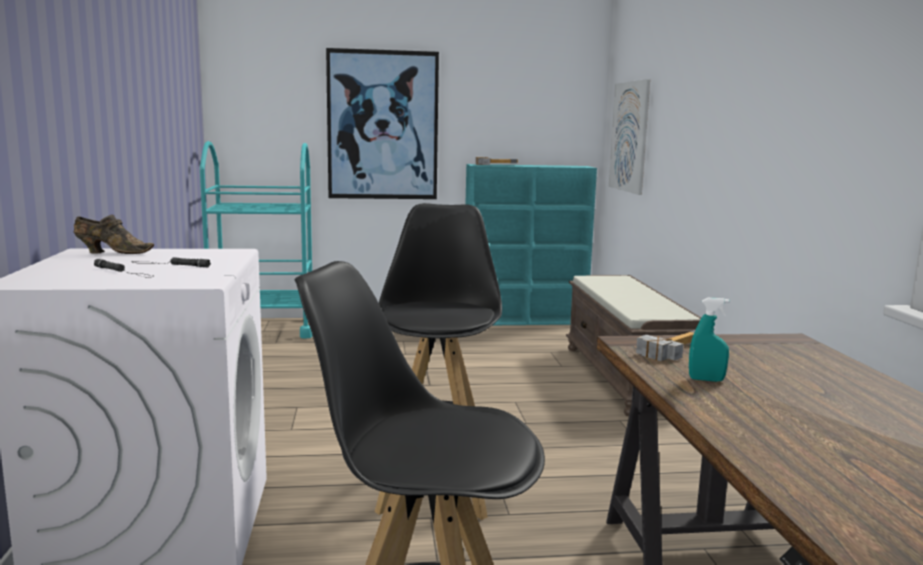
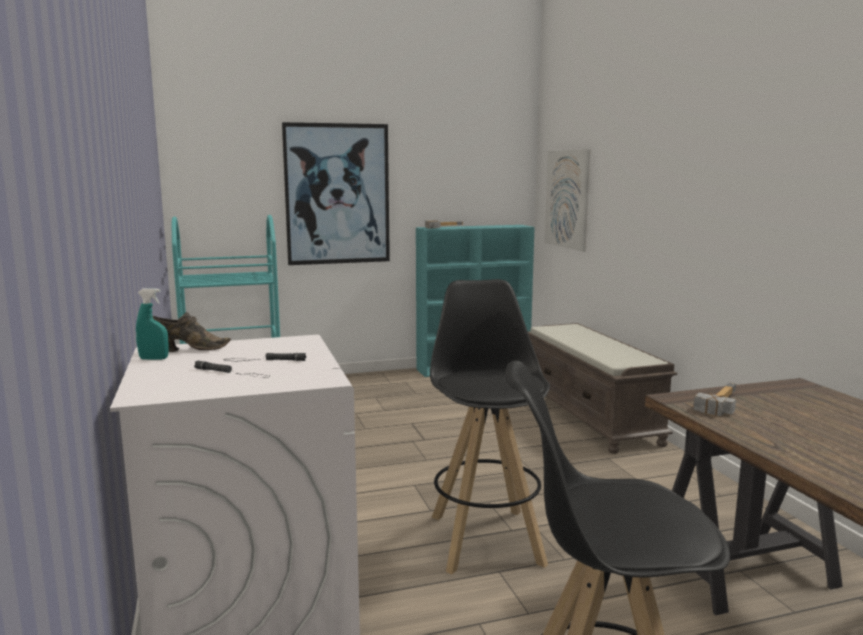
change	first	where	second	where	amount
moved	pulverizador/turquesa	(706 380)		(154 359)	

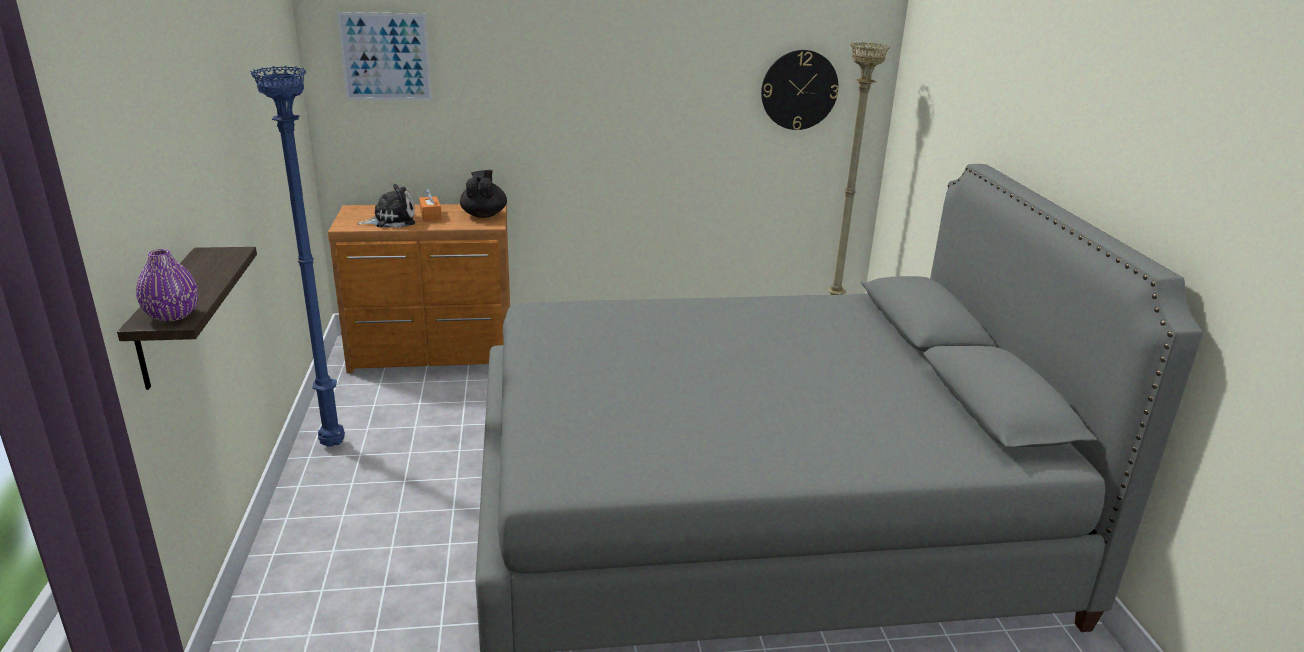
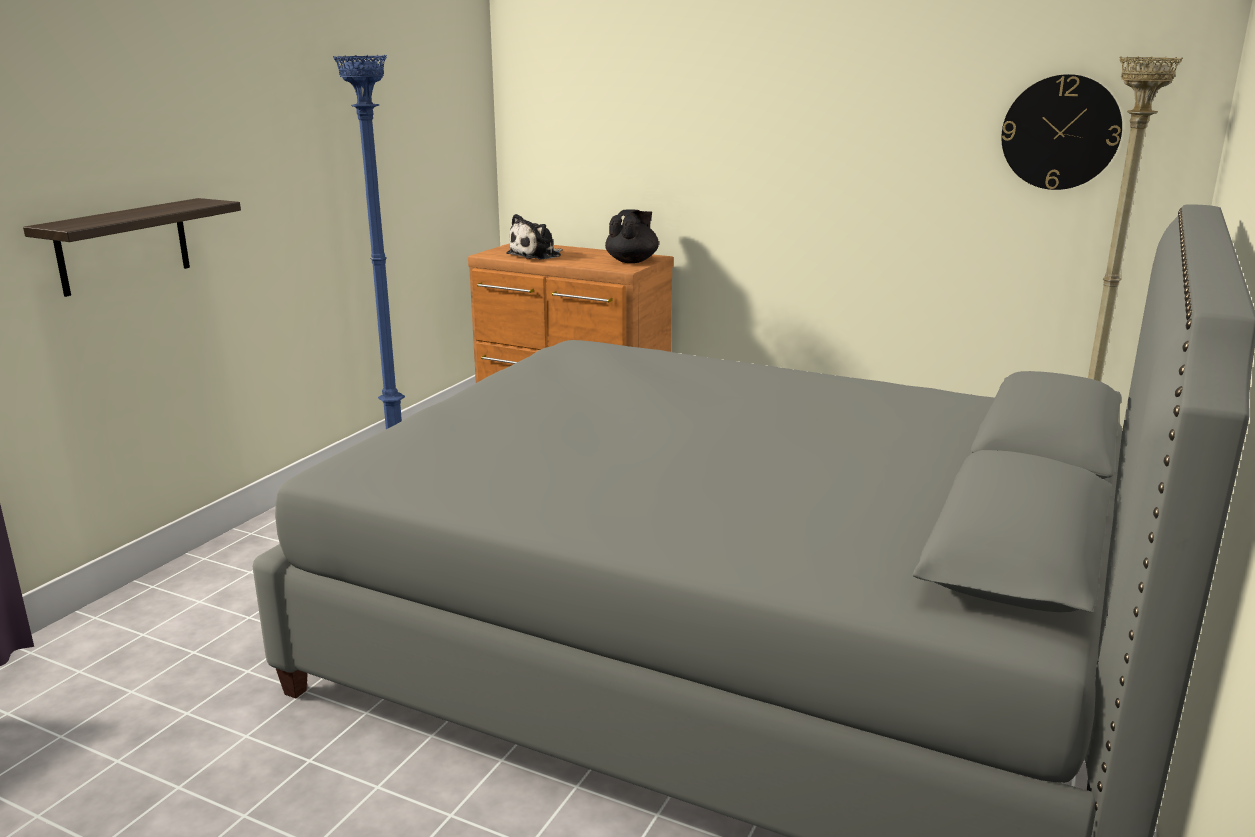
change	first	where	second	where	amount
removed	cuadro	(385 57)			
turned	peluche	(391 220)		(537 255)	120 degrees clockwise
removed	caja de pañuelos/naranja	(430 215)			
removed	florero/morado	(172 315)			

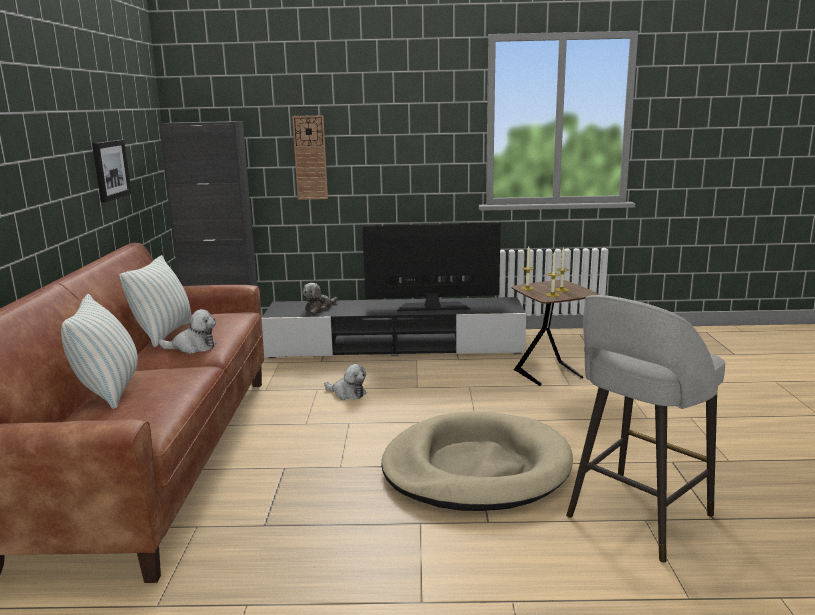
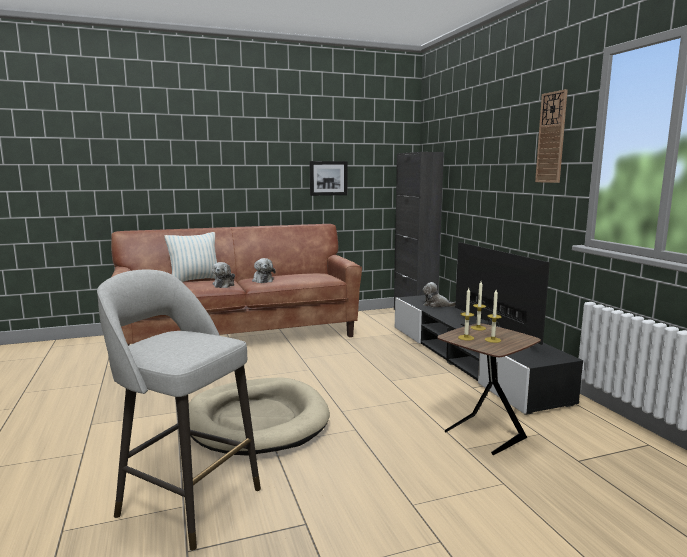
change	first	where	second	where	amount
moved	reloj de pared	(310 158)		(551 137)	
removed	cojín	(164 333)			
moved	peluche	(347 393)		(224 285)	

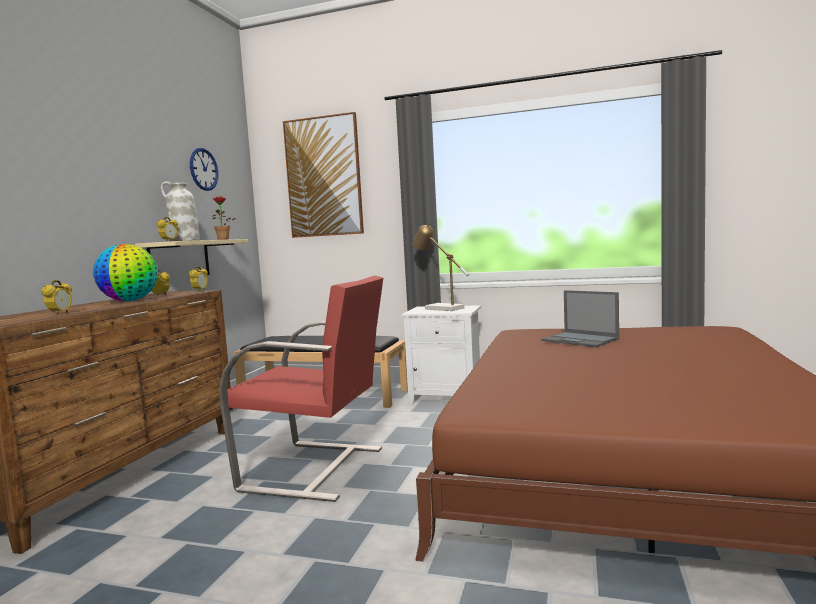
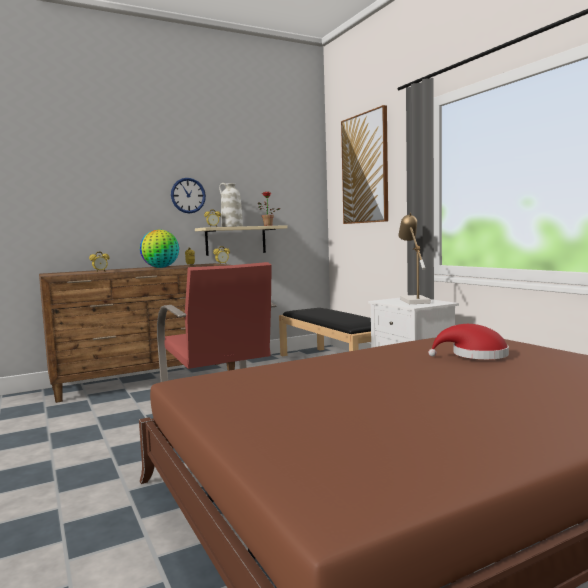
change	first	where	second	where	amount
moved	reloj de pared	(203 169)		(188 195)	
replaced	portátil	(580 340)	sombrero/rojo	(475 355)	

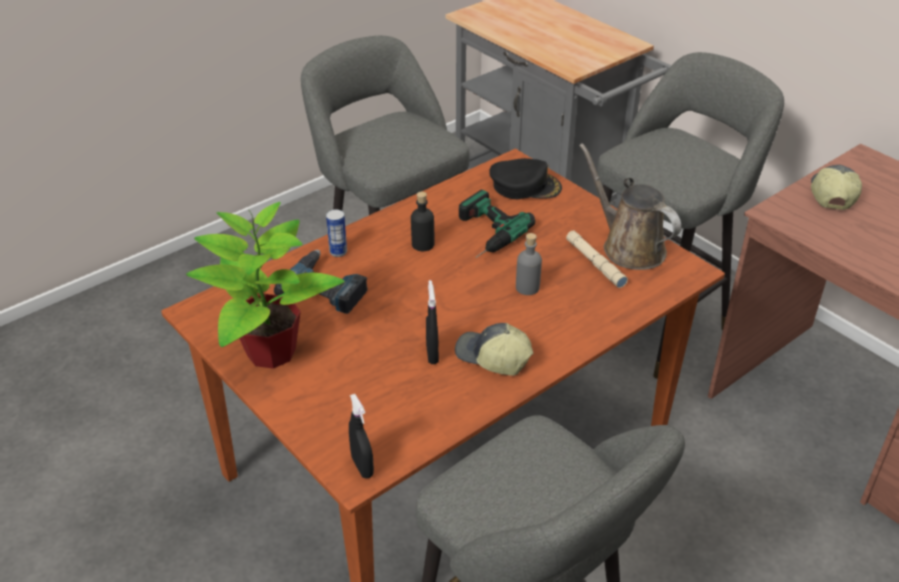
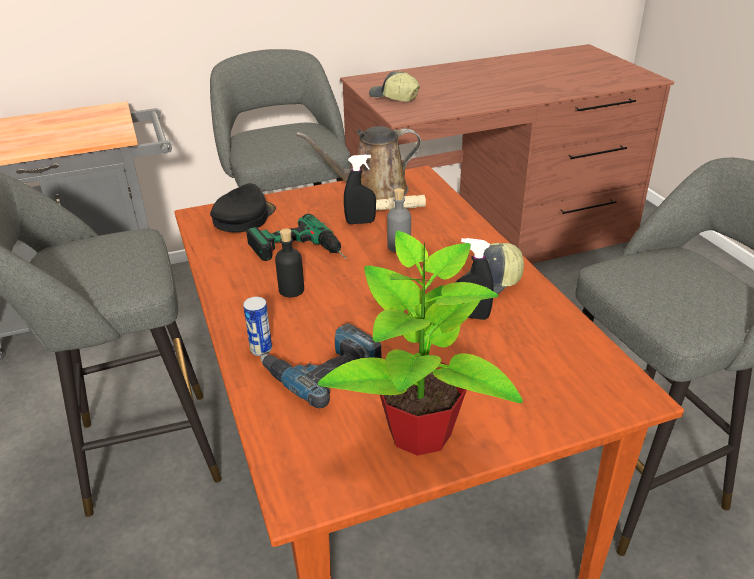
change	first	where	second	where	amount
moved	pulverizador/negro	(362 467)		(360 222)	

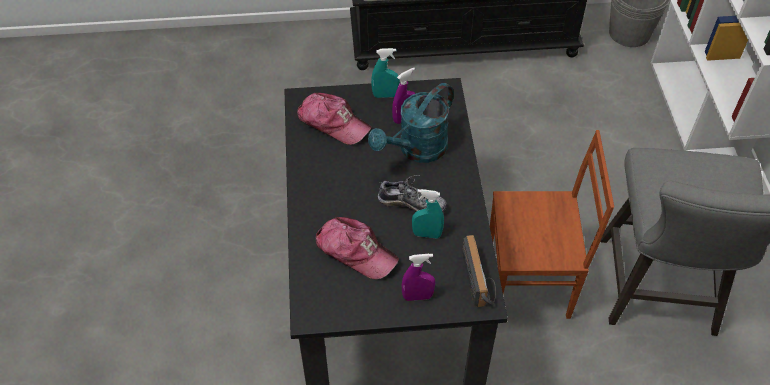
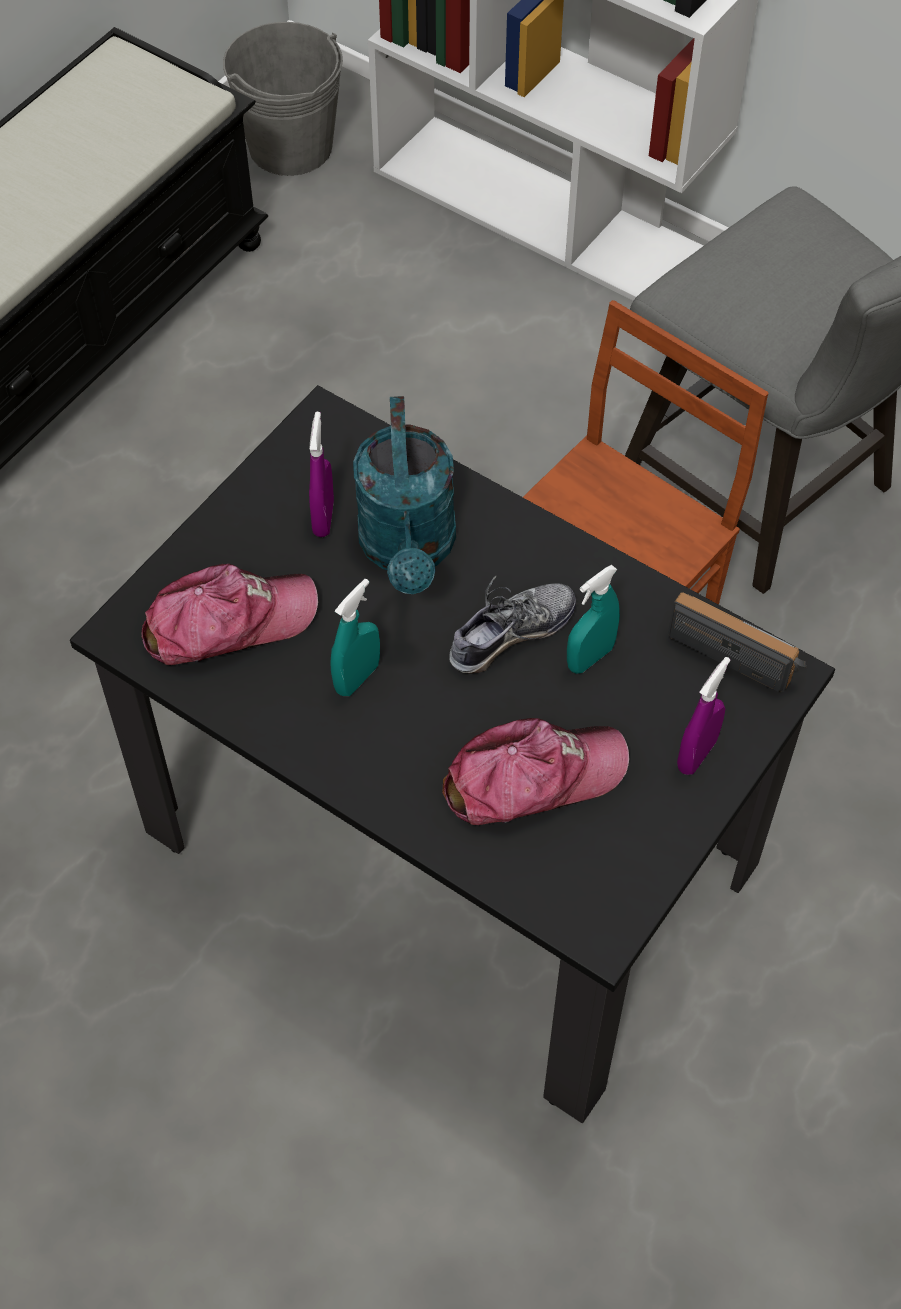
change	first	where	second	where	amount
moved	pulverizador/turquesa	(385 95)		(357 678)	

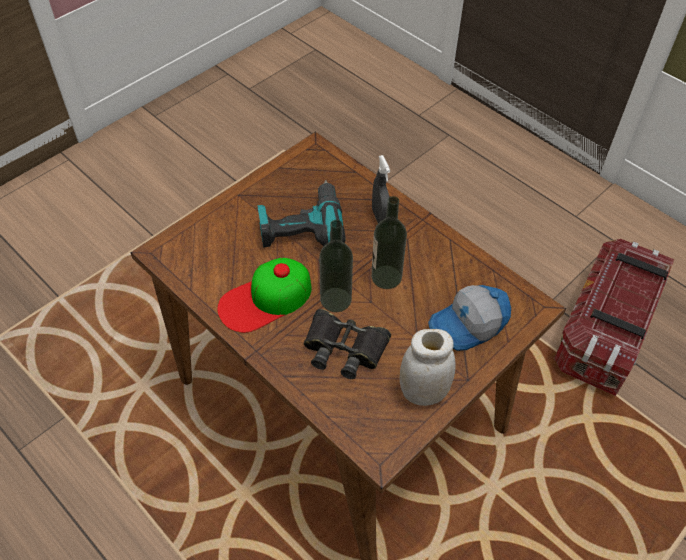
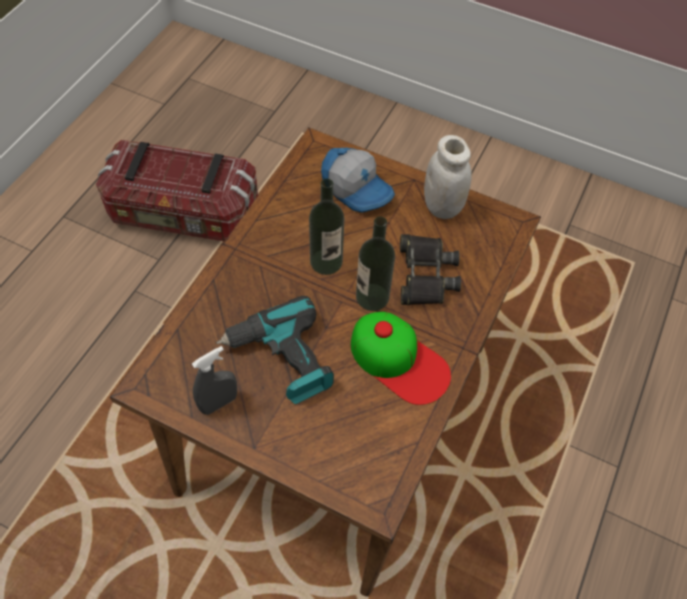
change	first	where	second	where	amount
moved	pulverizador/gris	(380 218)		(219 403)	

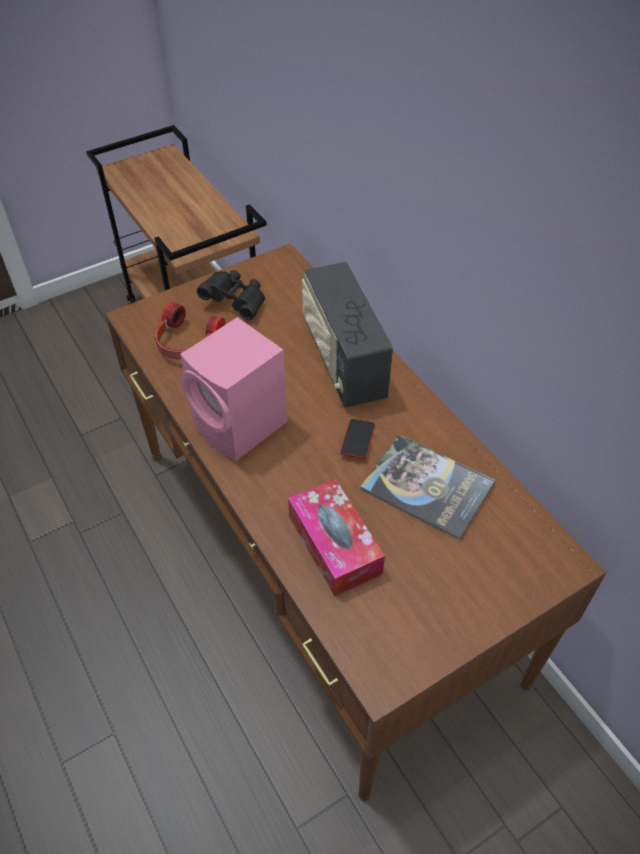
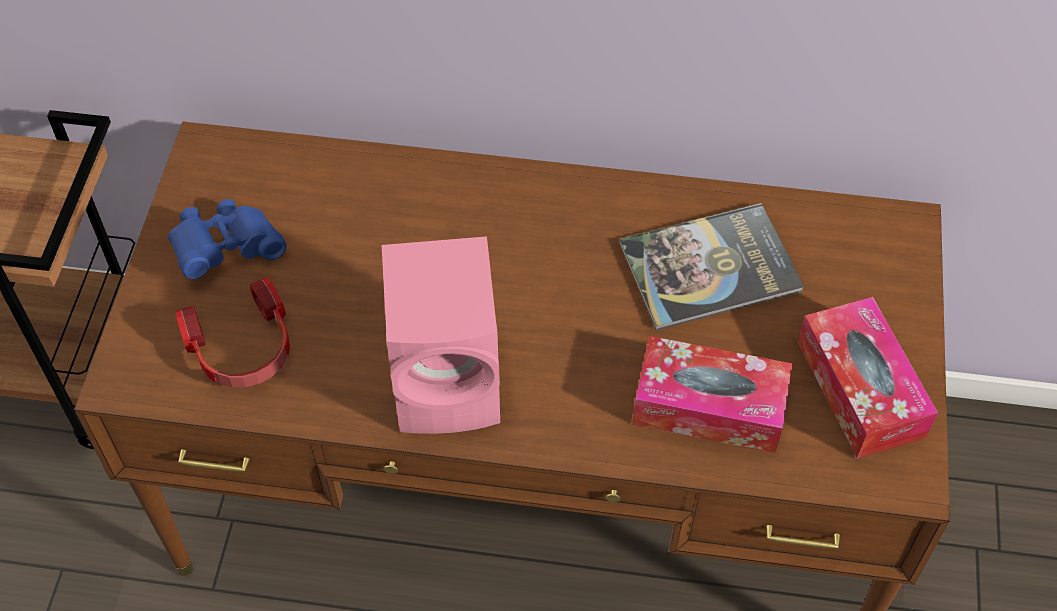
change	first	where	second	where	amount
removed	radio	(342 361)			
recoloured	prismáticos/negro	(236 302)	prismáticos/azul	(227 249)	
removed	móvil	(357 441)			
added			caja de pañuelos	(860 389)	

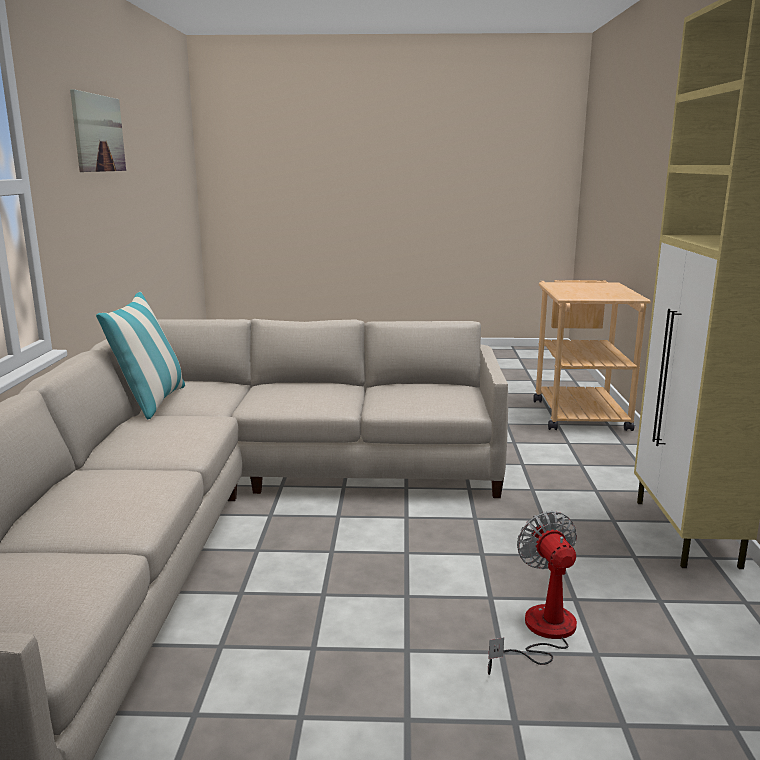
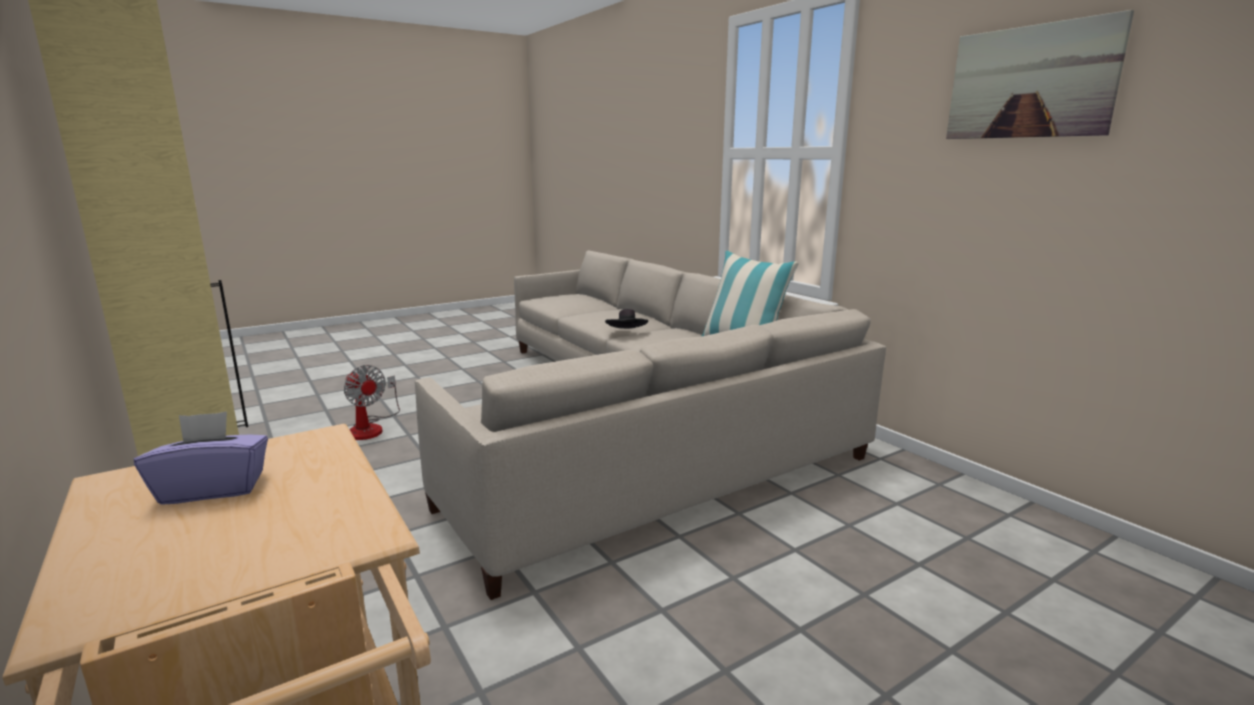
change	first	where	second	where	amount
added			sombrero/negro	(627 333)	
added			caja de pañuelos/morado	(213 488)	

